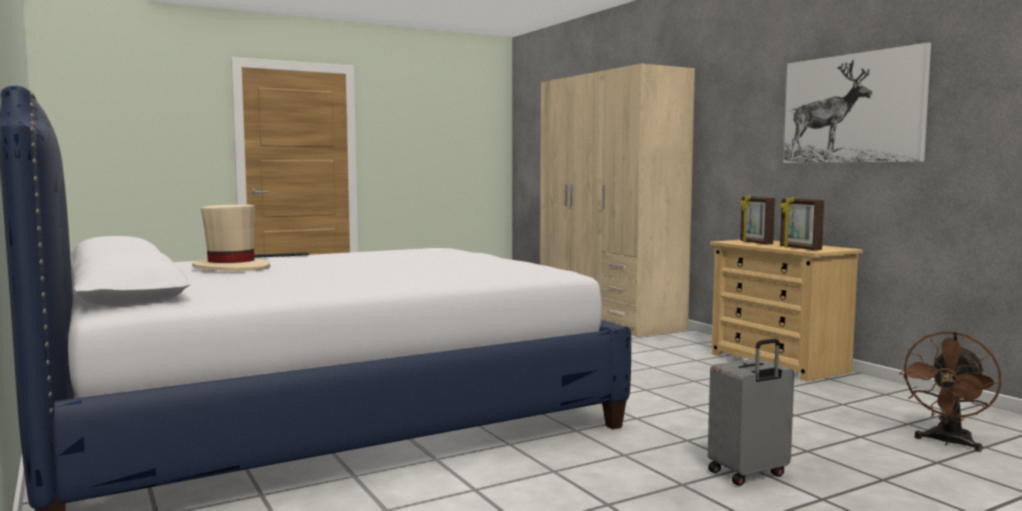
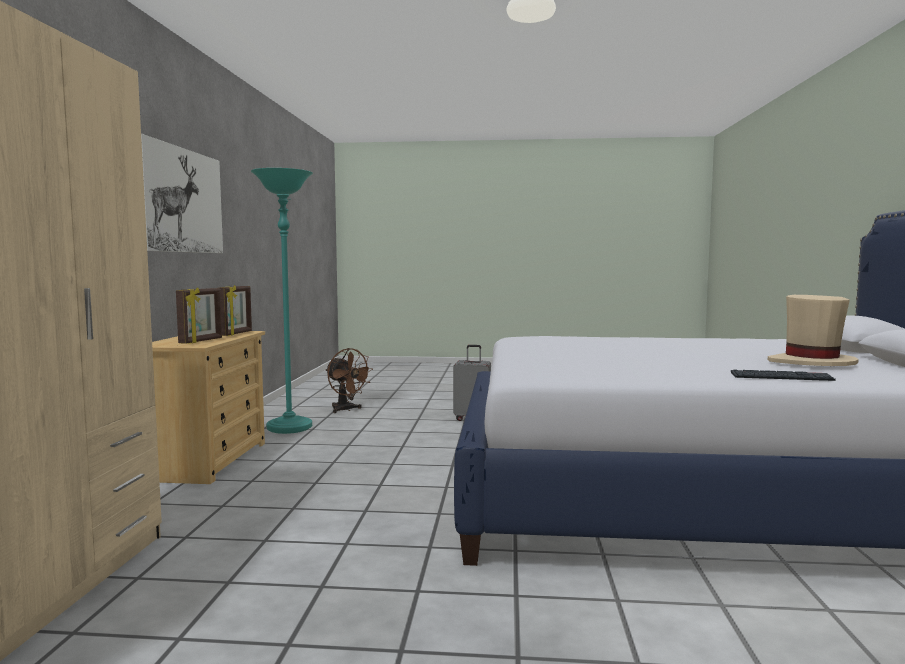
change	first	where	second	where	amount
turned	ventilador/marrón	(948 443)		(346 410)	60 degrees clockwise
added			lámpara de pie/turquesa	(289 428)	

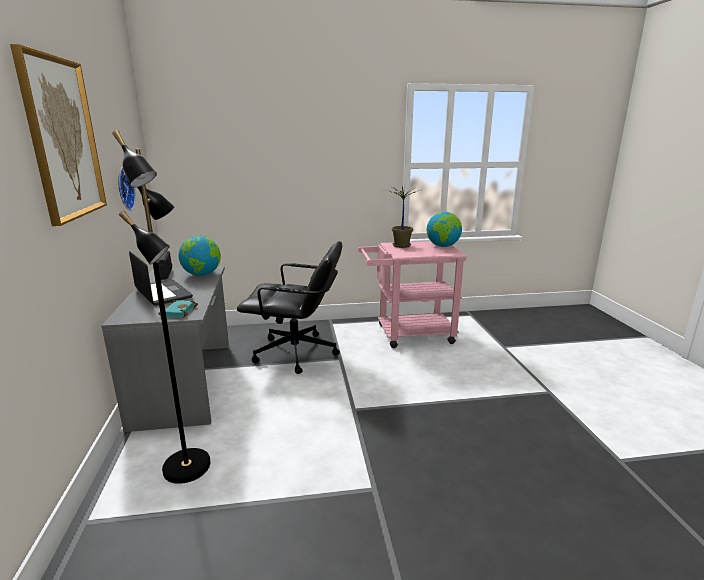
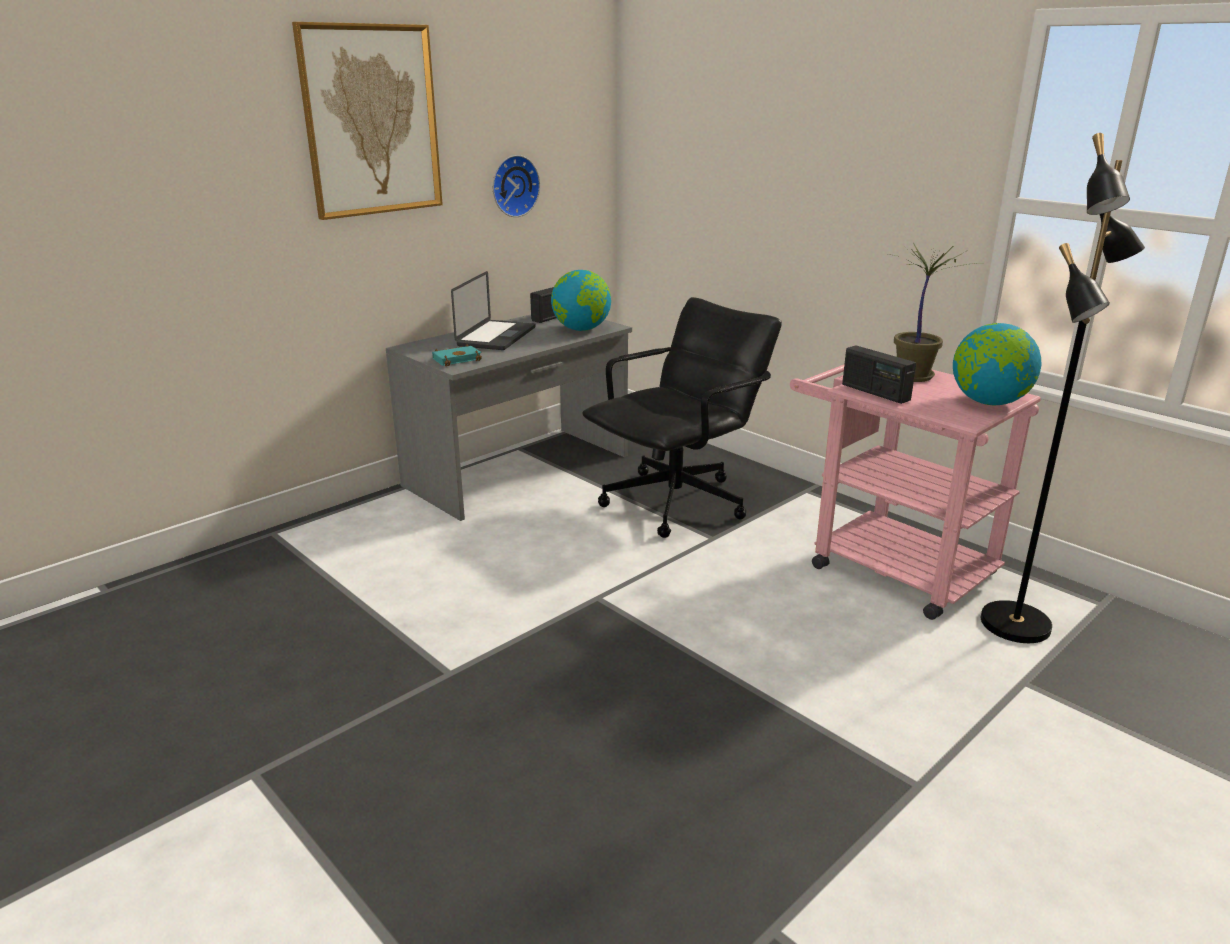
change	first	where	second	where	amount
moved	lámpara de pie/negro	(188 467)		(1017 625)	
turned	silla de oficina/negro	(296 353)		(677 503)	105 degrees counterclockwise
added			radio	(875 392)	

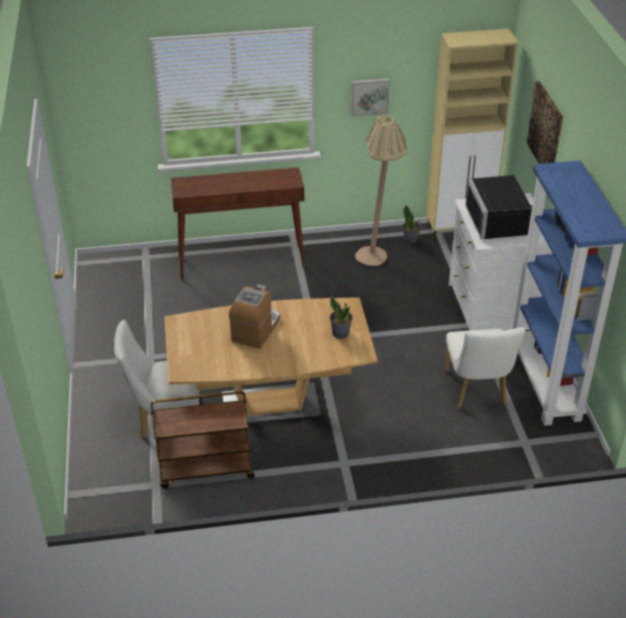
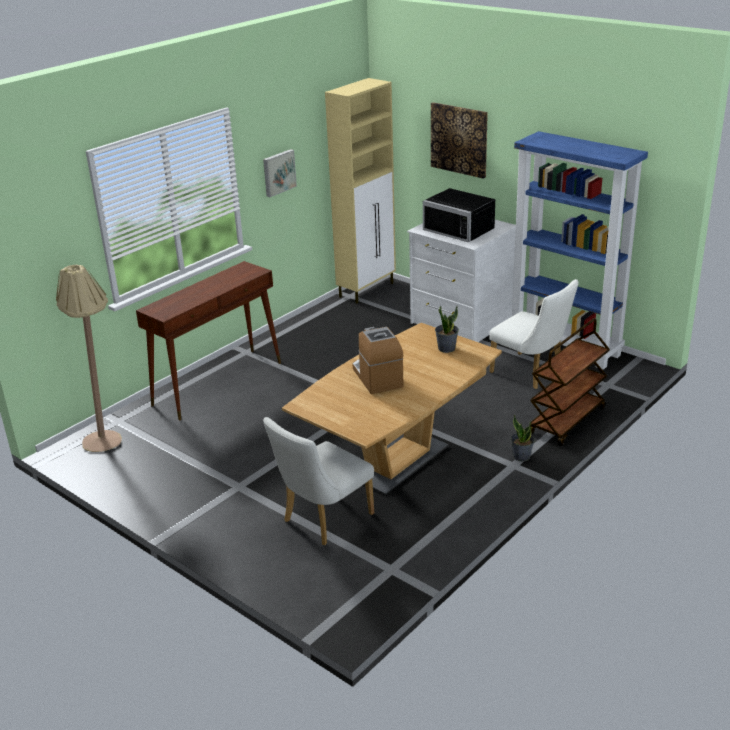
change	first	where	second	where	amount
moved	lámpara de pie/beis	(378 254)		(107 436)	
moved	planta en maceta	(410 239)		(521 456)	
moved	carrito/marrón	(205 470)		(567 421)	

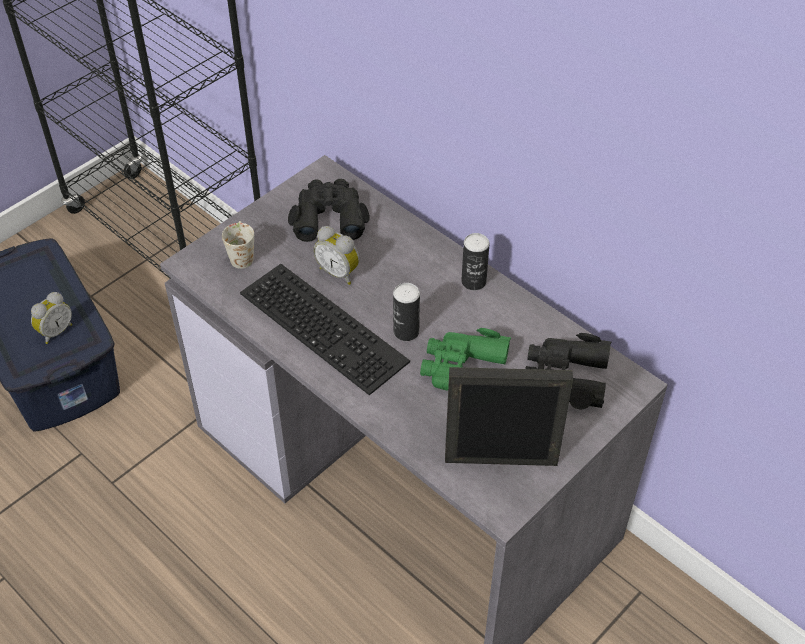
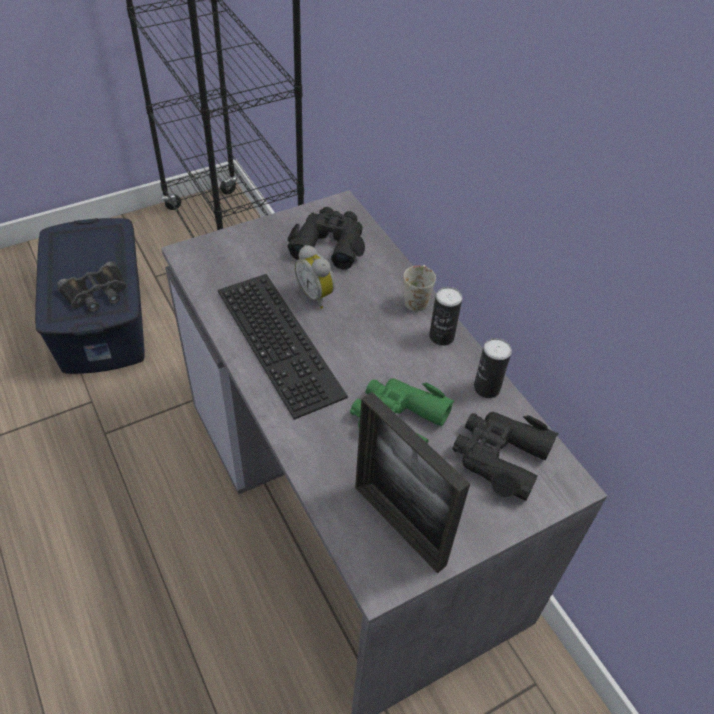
change	first	where	second	where	amount
moved	taza grande/blanco	(241 254)		(417 298)	
moved	lata	(406 331)		(486 388)	
replaced	despertador	(55 331)	prismáticos/negro	(96 293)	
turned	portarretratos	(501 459)		(399 525)	150 degrees counterclockwise

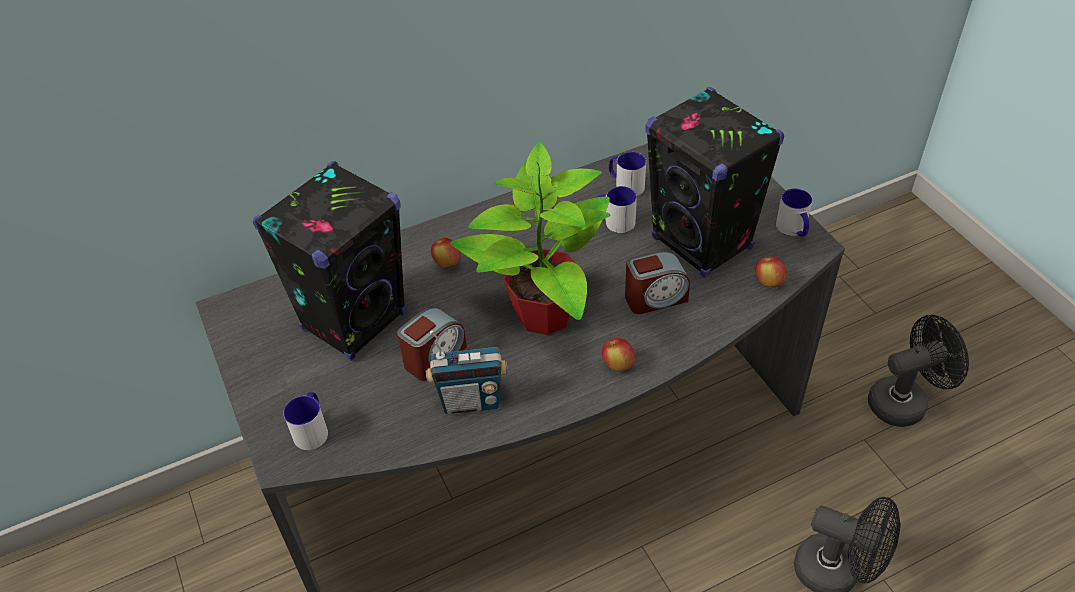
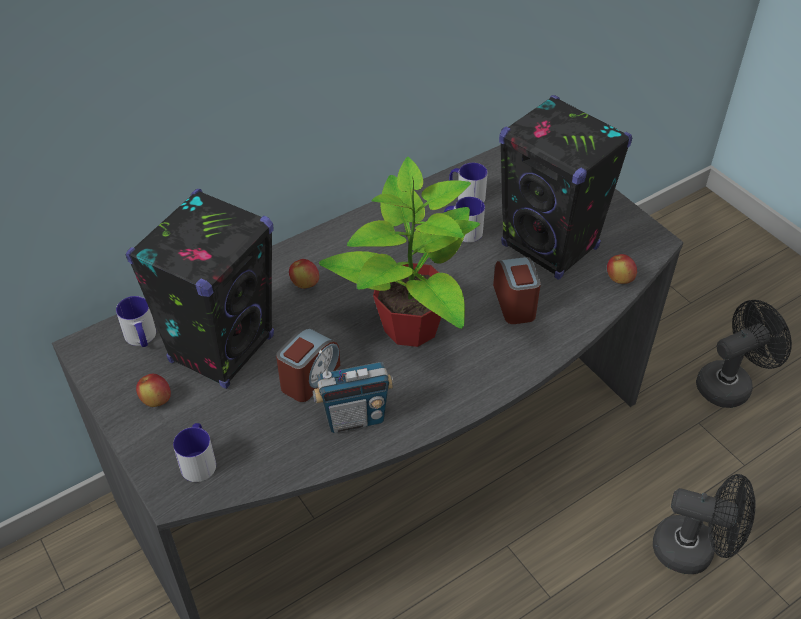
change	first	where	second	where	amount
moved	taza grande	(793 230)		(141 338)	
turned	despertador	(655 298)		(515 302)	75 degrees counterclockwise
moved	manzana	(618 365)		(156 400)	

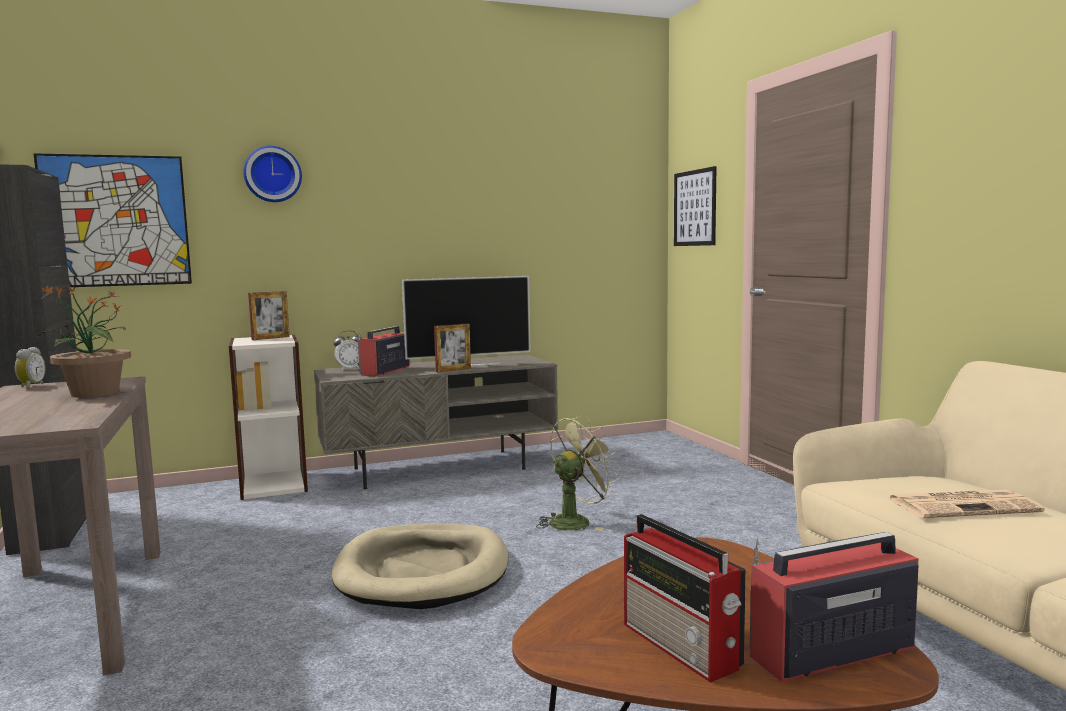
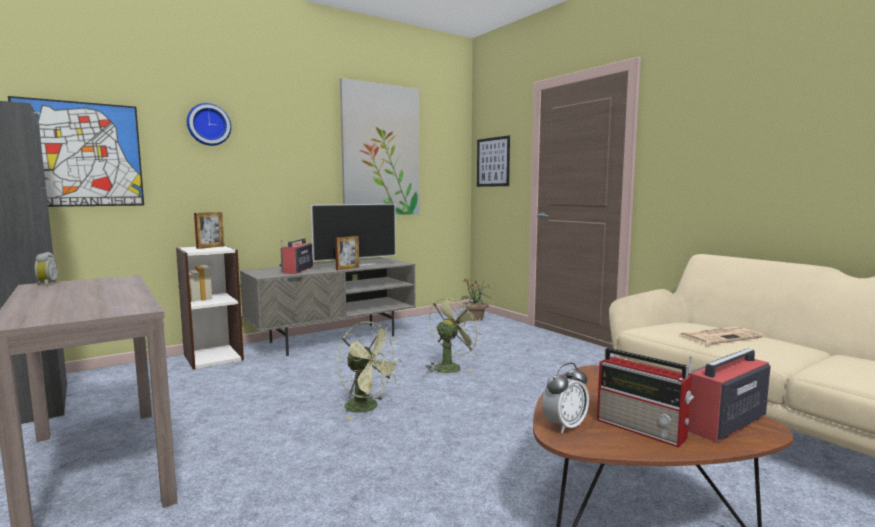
change	first	where	second	where	amount
moved	planta en maceta	(93 393)		(475 319)	
moved	despertador	(349 369)		(564 426)	
replaced	cama para perro/beis	(423 572)	ventilador/verde	(367 408)	
added			cuadro	(381 150)	

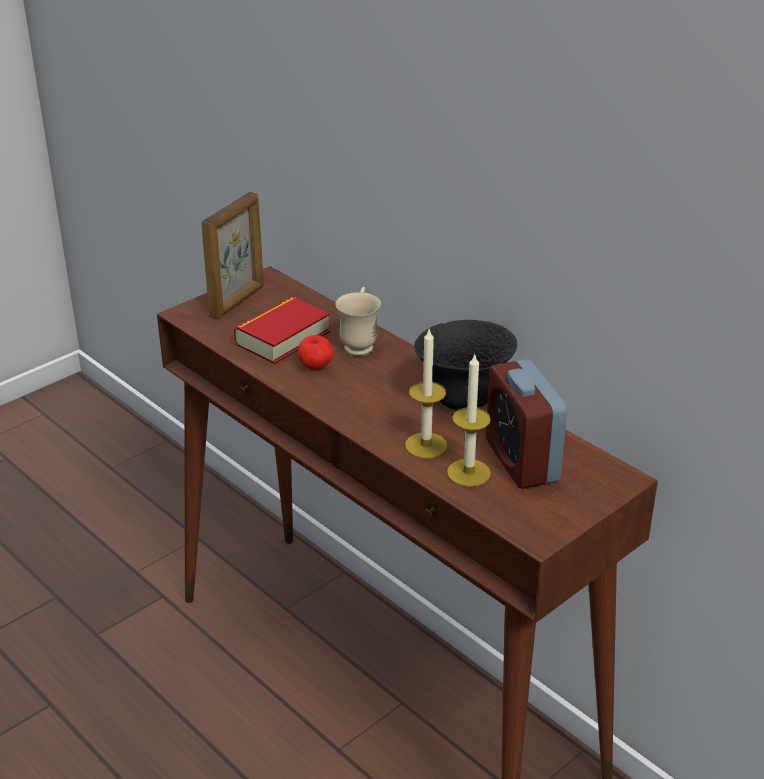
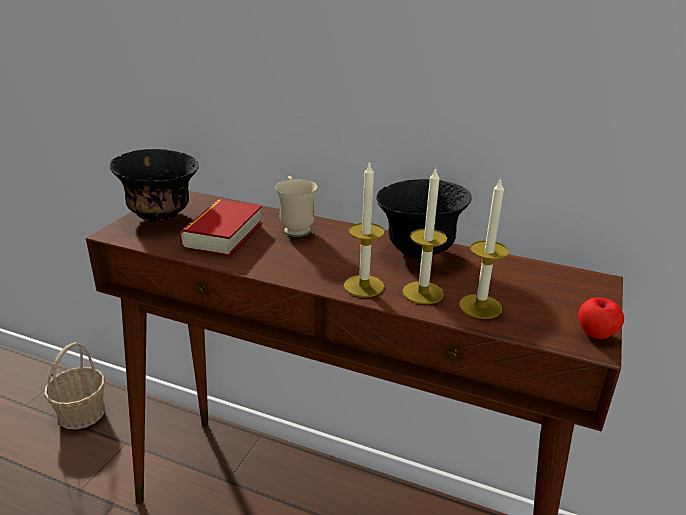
change	first	where	second	where	amount
replaced	portarretratos	(238 301)	cuenco/negro	(161 215)	
moved	manzana	(316 366)		(596 334)	
removed	despertador	(521 460)			
added			vela	(364 286)	
added			cesta	(82 412)	

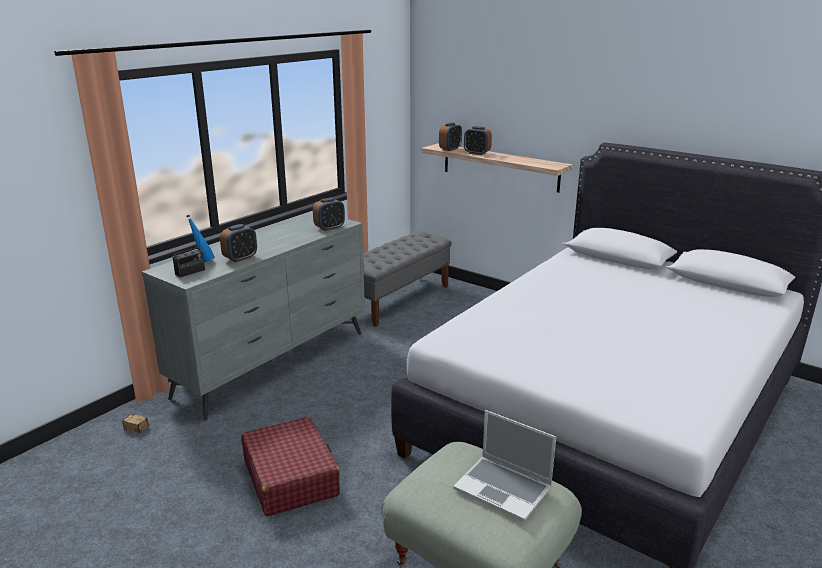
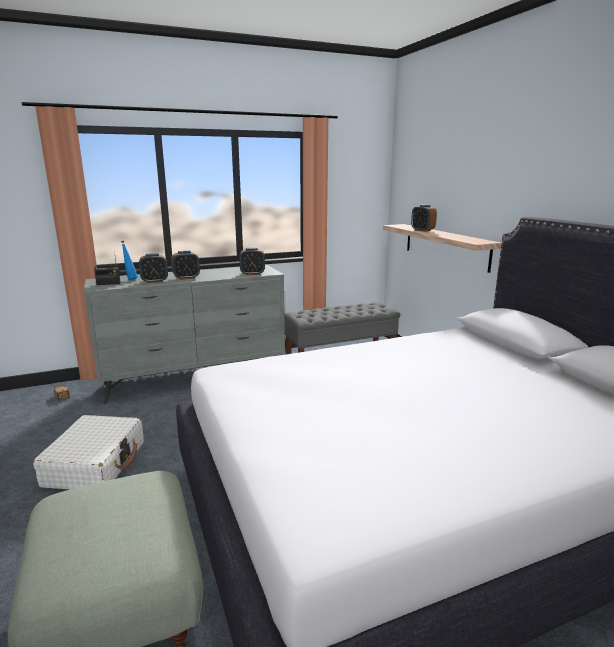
change	first	where	second	where	amount
moved	despertador	(450 149)		(186 278)	
removed	portátil	(504 489)			
recoloured	maleta/rojo	(290 477)	maleta/blanco	(96 464)	

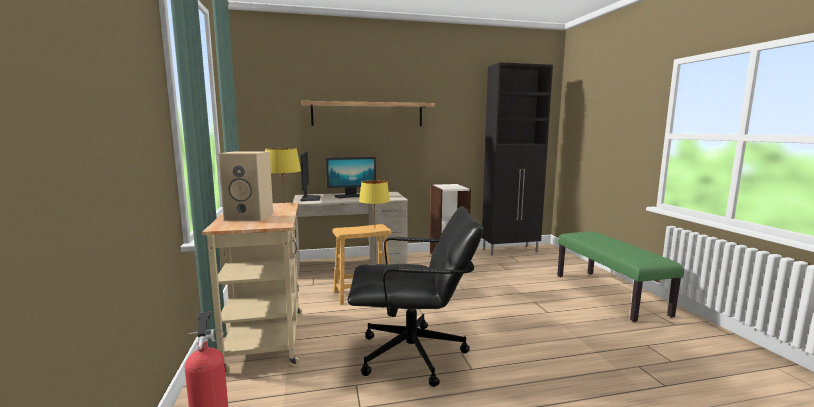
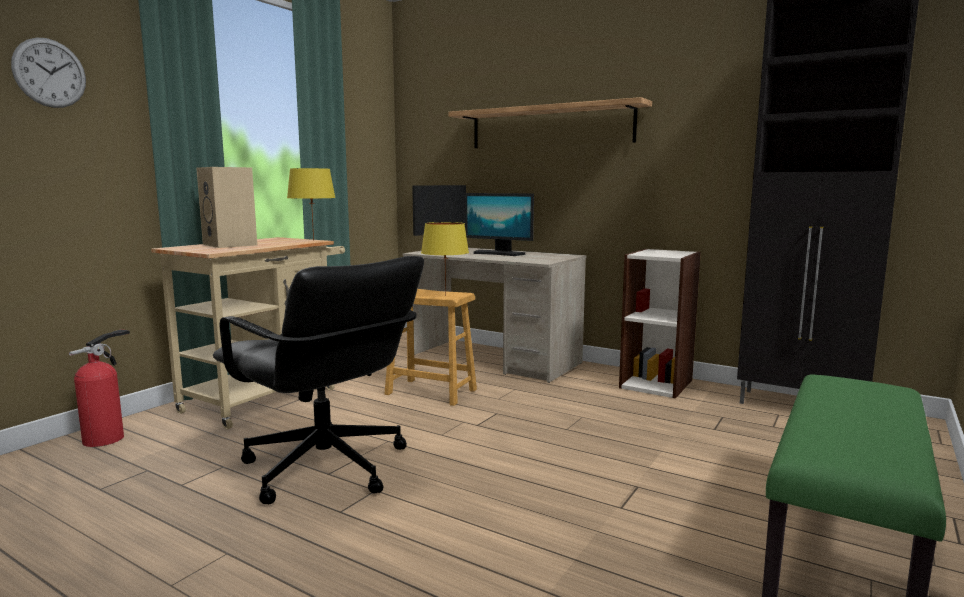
change	first	where	second	where	amount
added			reloj de pared	(50 73)	

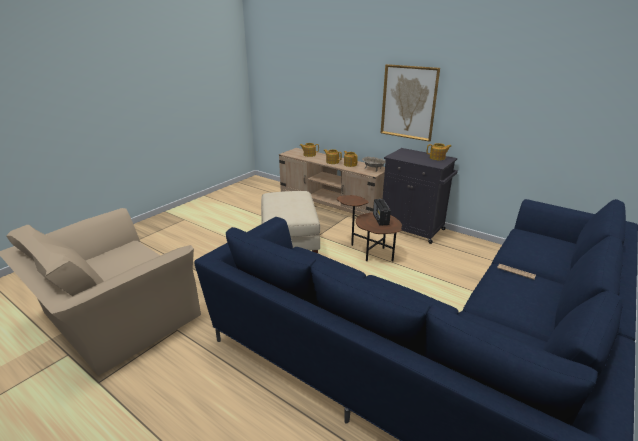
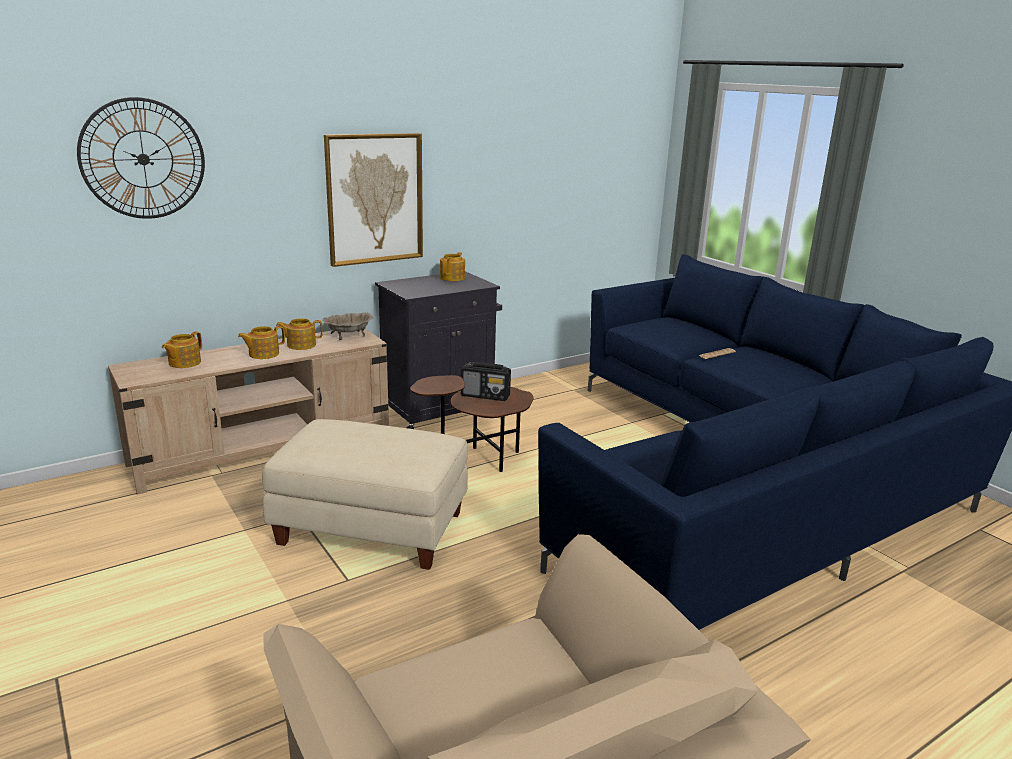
change	first	where	second	where	amount
added			reloj de pared	(143 159)	

